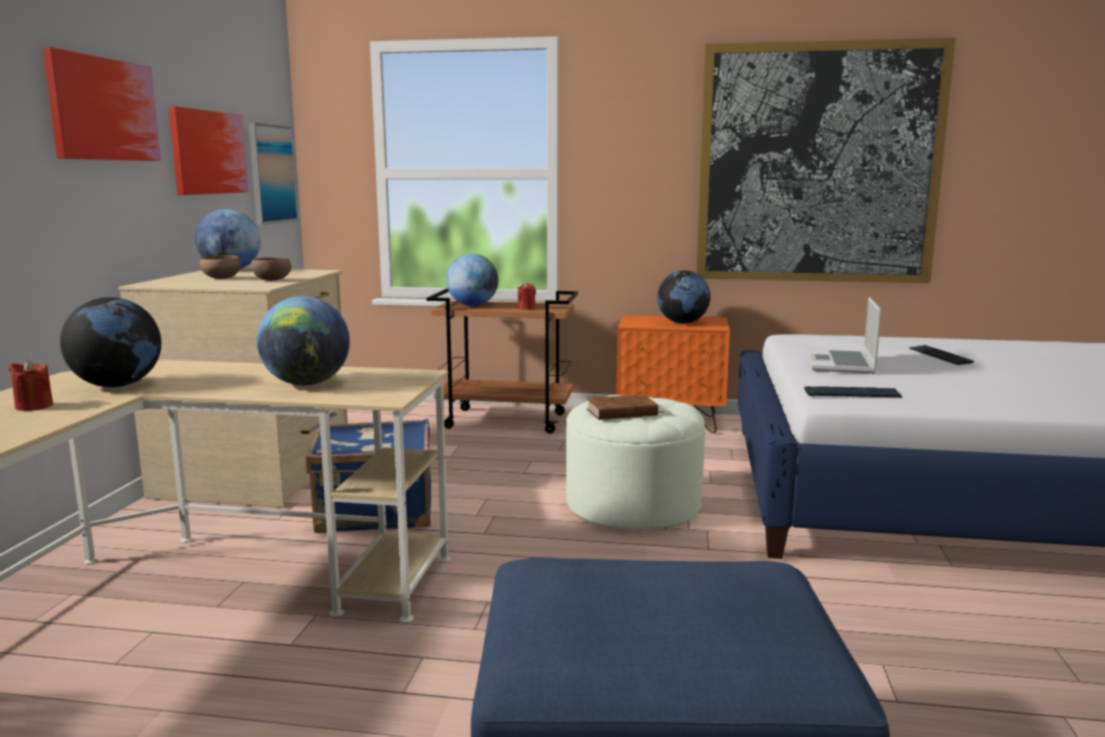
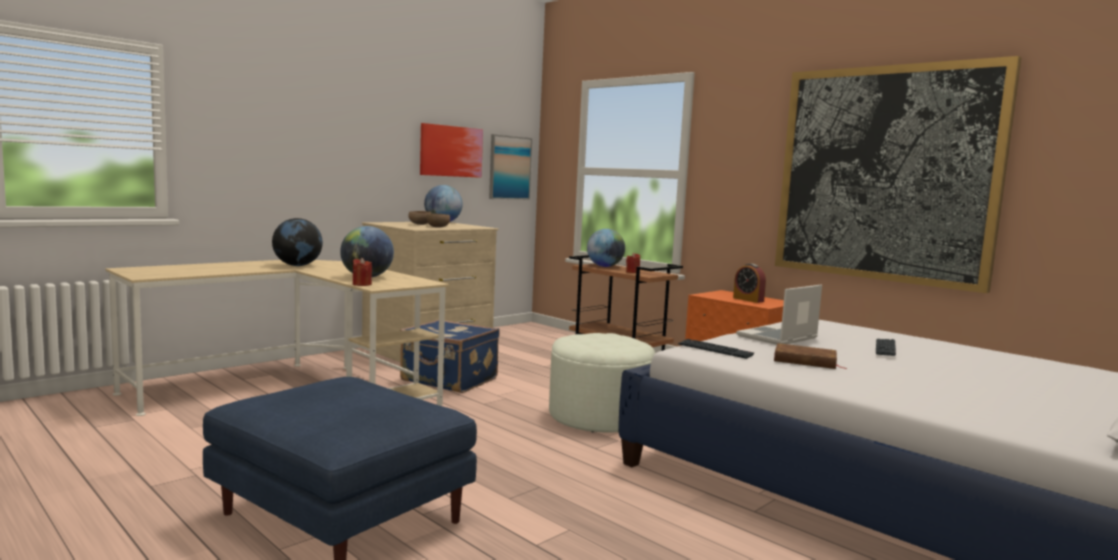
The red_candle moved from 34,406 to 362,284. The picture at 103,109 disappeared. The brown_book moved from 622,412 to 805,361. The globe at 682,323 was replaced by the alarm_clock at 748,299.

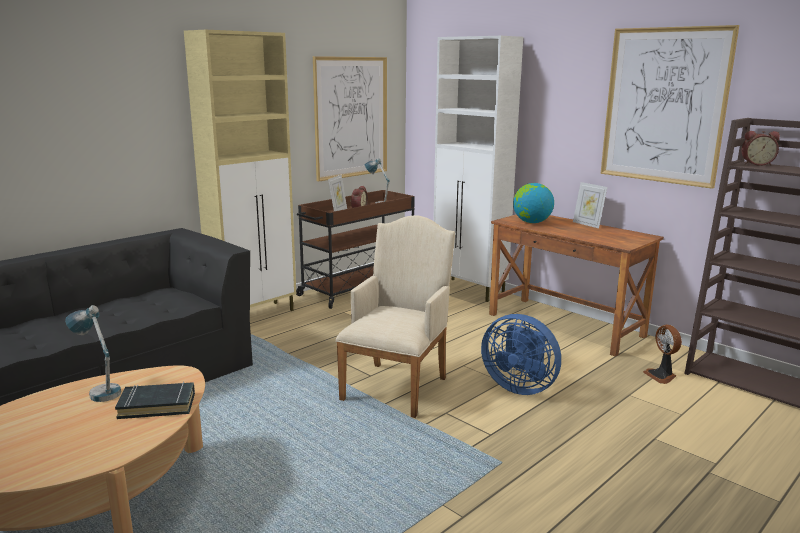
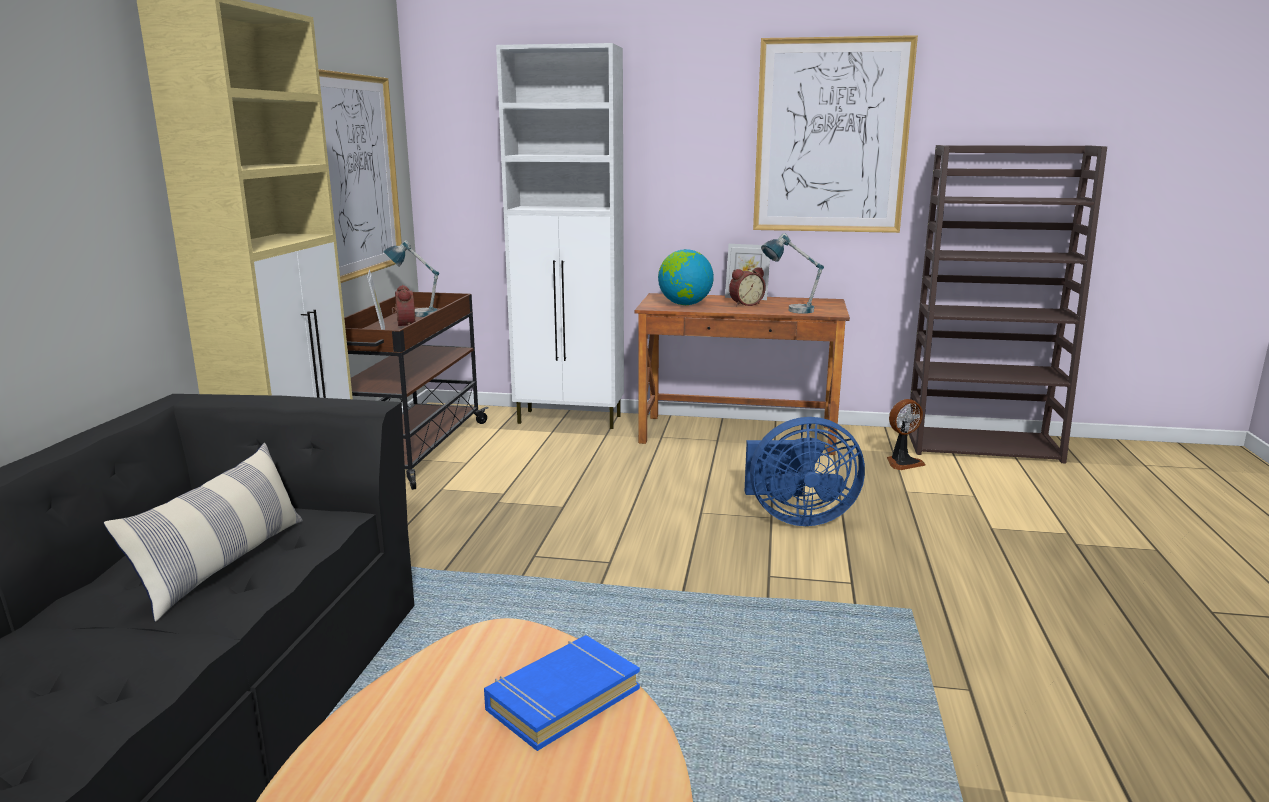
The table_lamp moved from 99,390 to 789,310. The black_book at 157,405 became the blue_book at 562,698. The beige_armchair at 398,385 disappeared. The fan at 661,376 turned 60 degrees counterclockwise. The alarm_clock moved from 756,164 to 745,304. The pillow at 224,564 appeared.

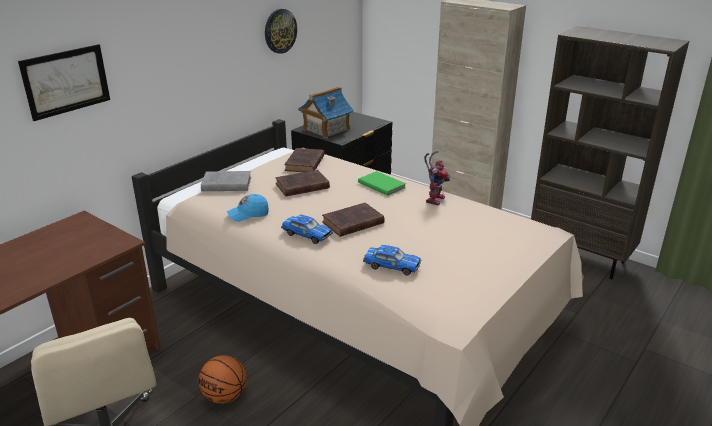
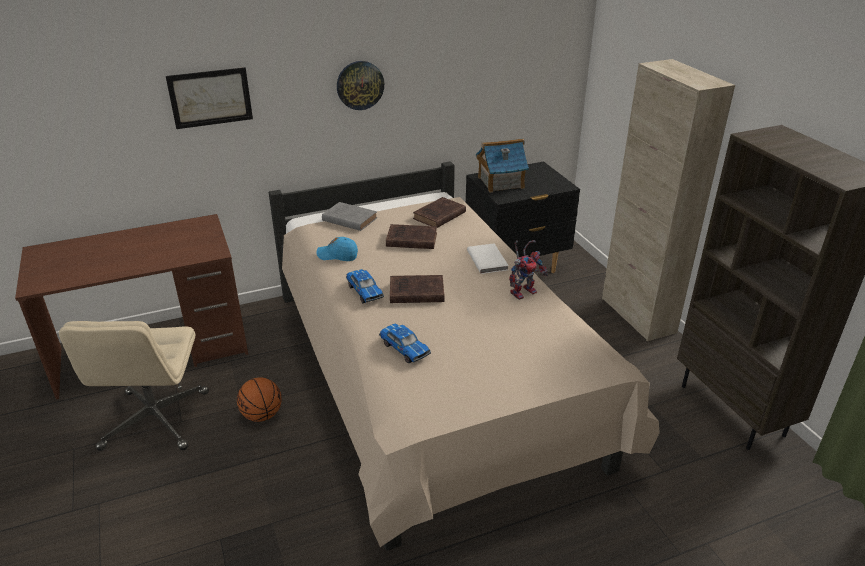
The wall_clock moved from 280,31 to 360,85. The green_book at 382,184 became the white_book at 488,260.

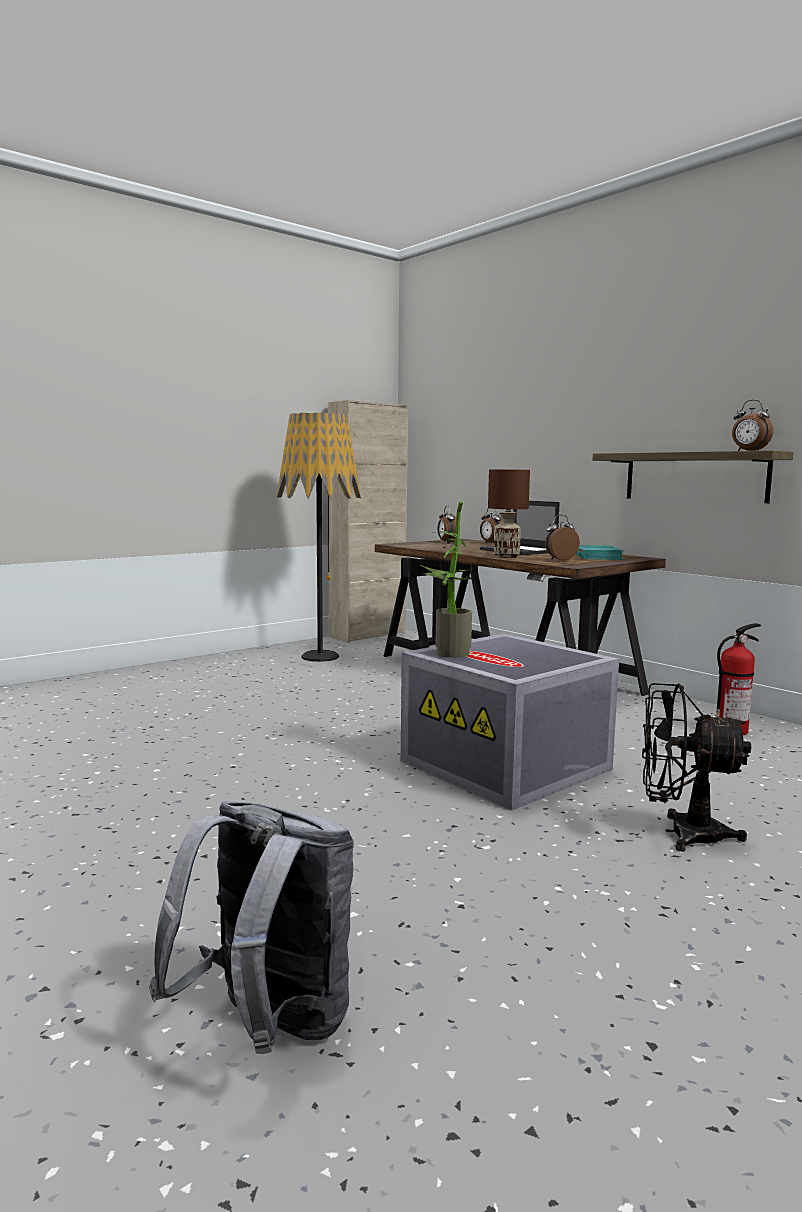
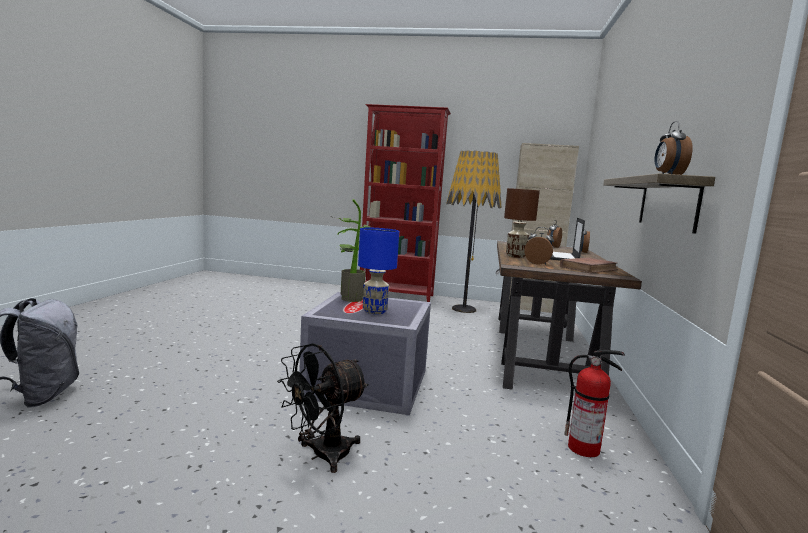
The turquoise_book at 596,556 became the brown_book at 588,268. The black_fan at 681,833 turned 105 degrees counterclockwise. The blue_table_lamp at 374,311 appeared. The red_bookcase at 397,295 appeared.

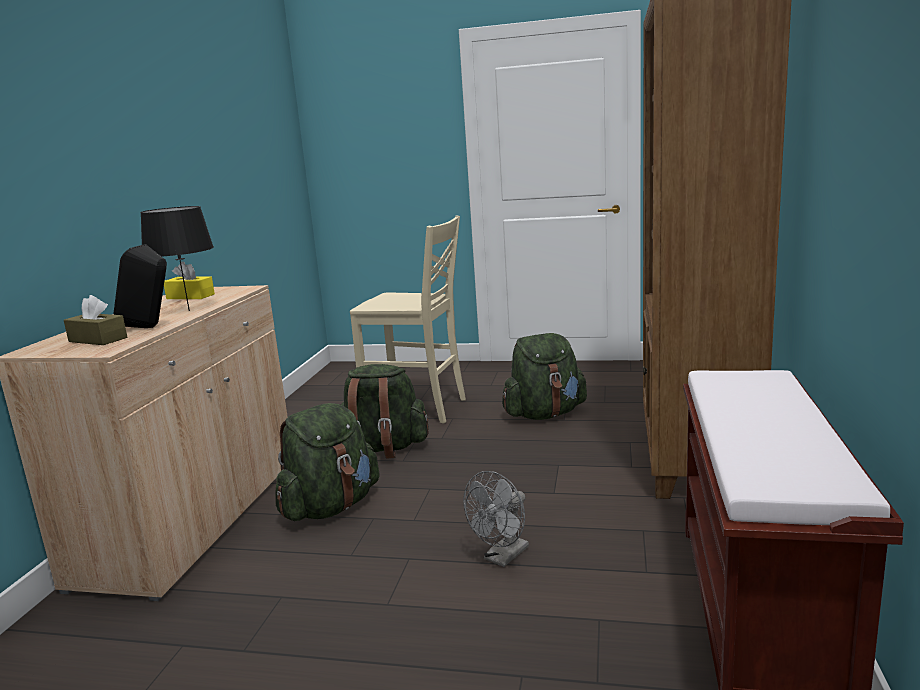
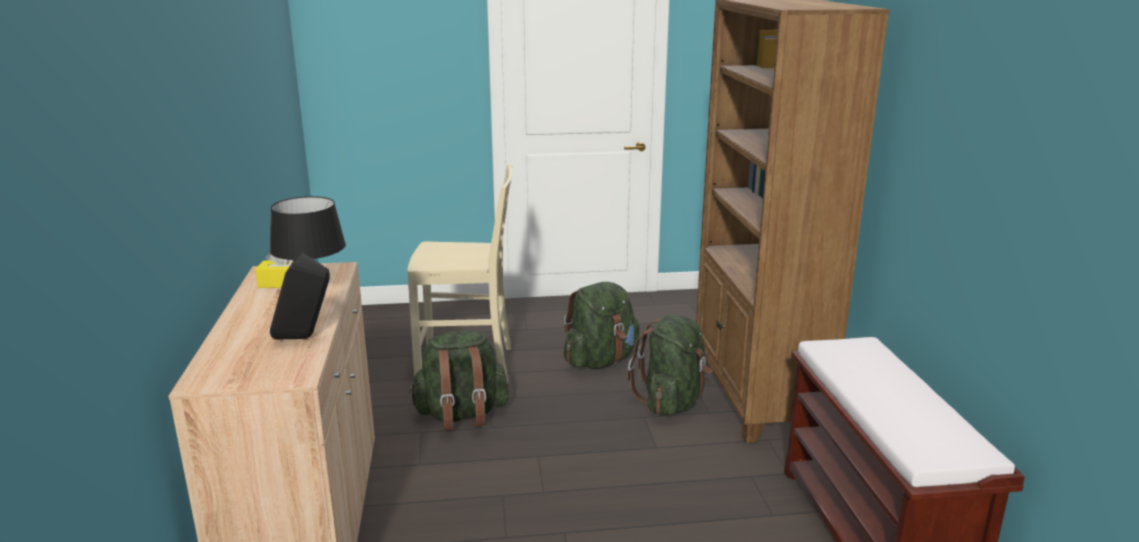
The brown_tissue_box at 98,339 disappeared. The green_backpack moved from 331,507 to 672,402. The grey_fan at 502,557 disappeared.

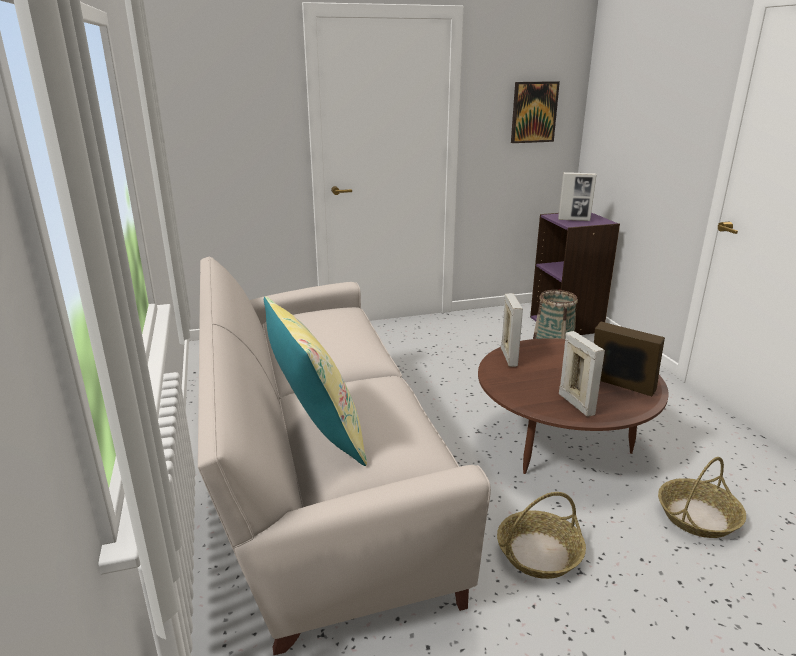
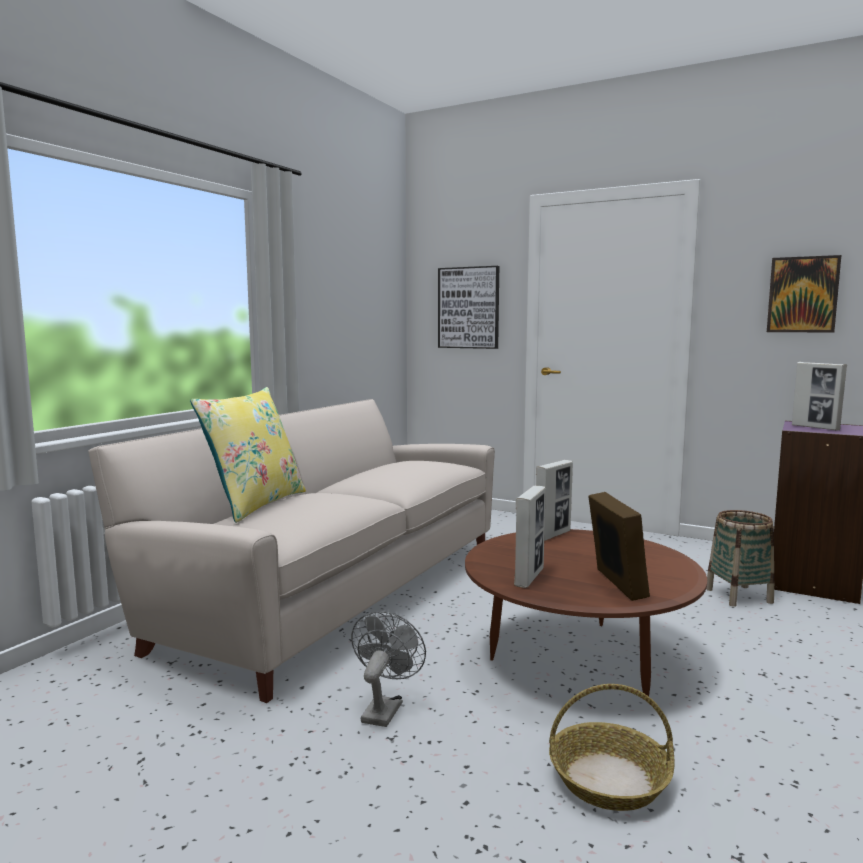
The basket at 538,554 was replaced by the grey_fan at 384,708. The picture at 469,308 appeared.

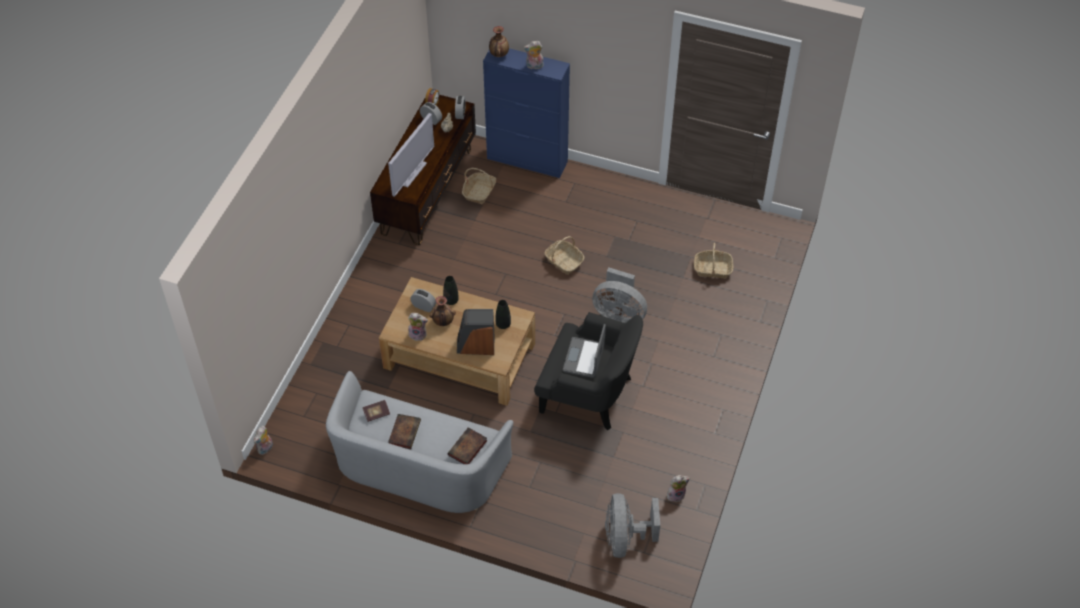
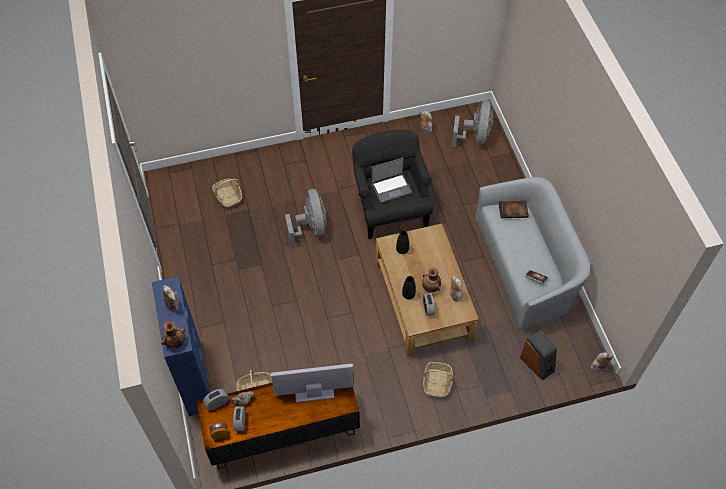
The book at 404,432 disappeared. The speaker moved from 476,345 to 537,363. The basket moved from 563,261 to 437,382. The grey_fan at 625,538 turned 45 degrees counterclockwise.

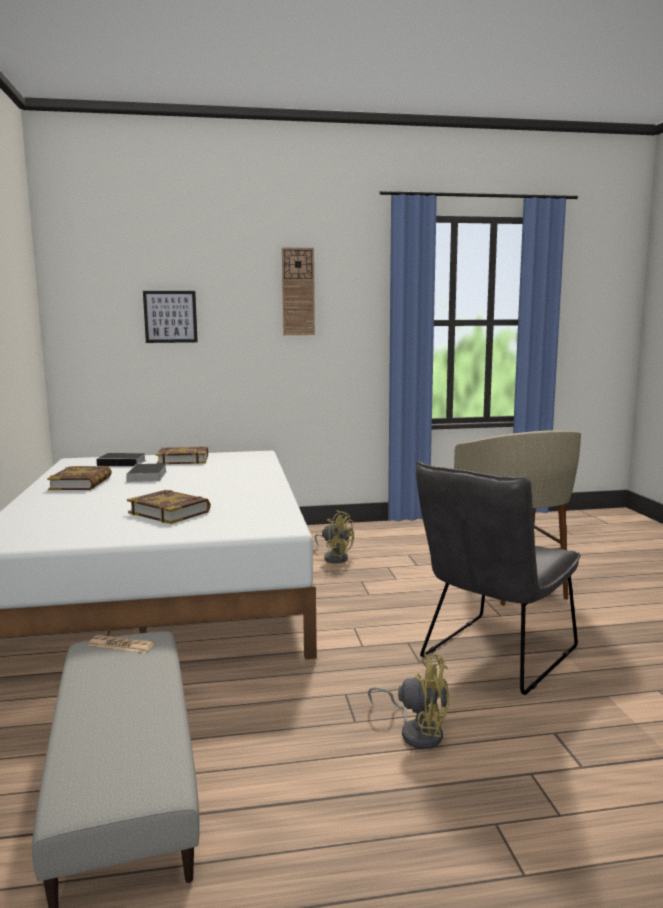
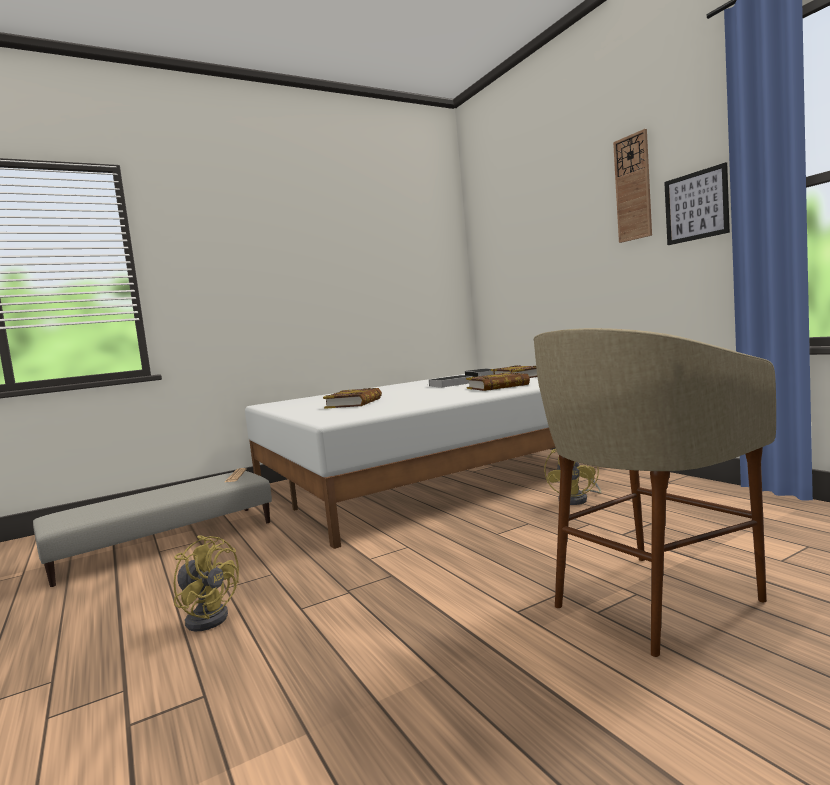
The book moved from 81,483 to 498,386. The picture moved from 170,316 to 696,206. The yellow_fan at 417,731 turned 60 degrees counterclockwise. The grey_chair at 493,656 disappeared.

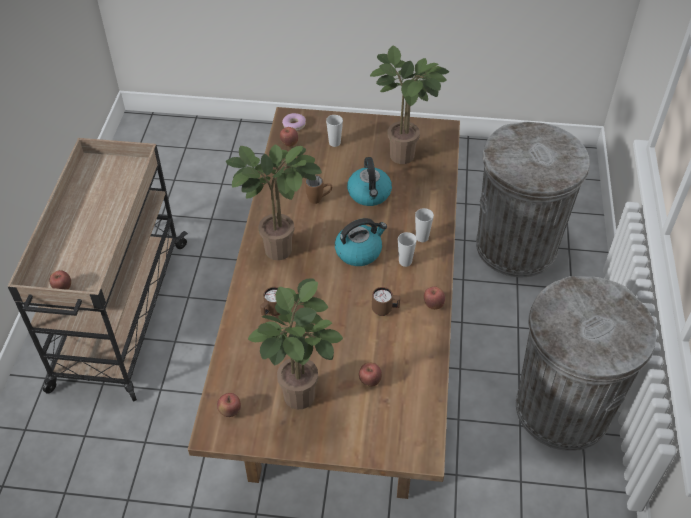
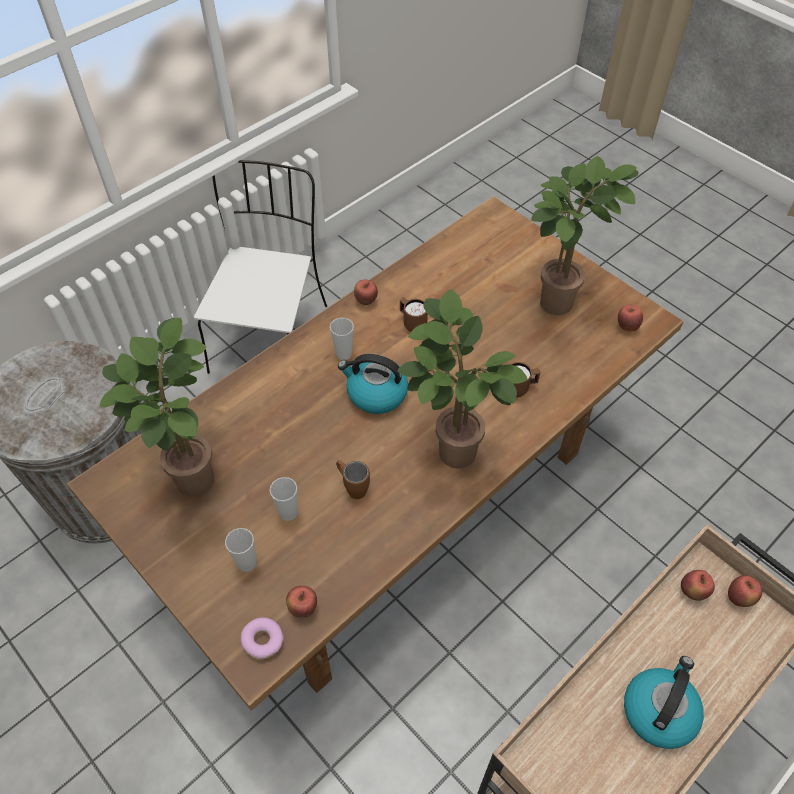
The kettle moved from 369,194 to 659,710. The apple moved from 370,381 to 692,591. The cup moved from 422,237 to 288,512. The grey_trash_can at 562,409 was replaced by the white_chair at 270,336.

